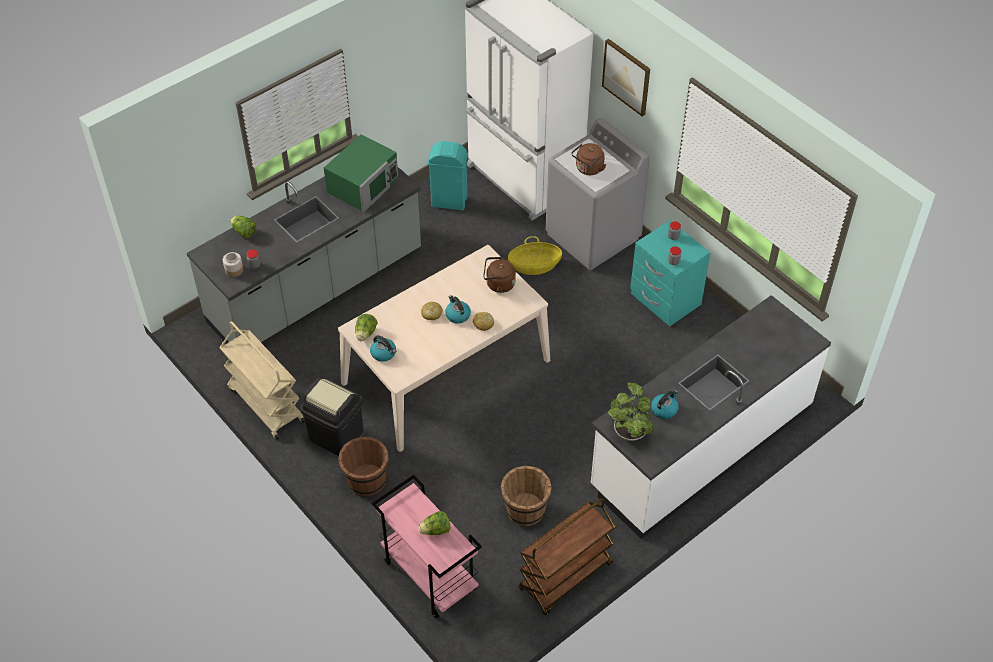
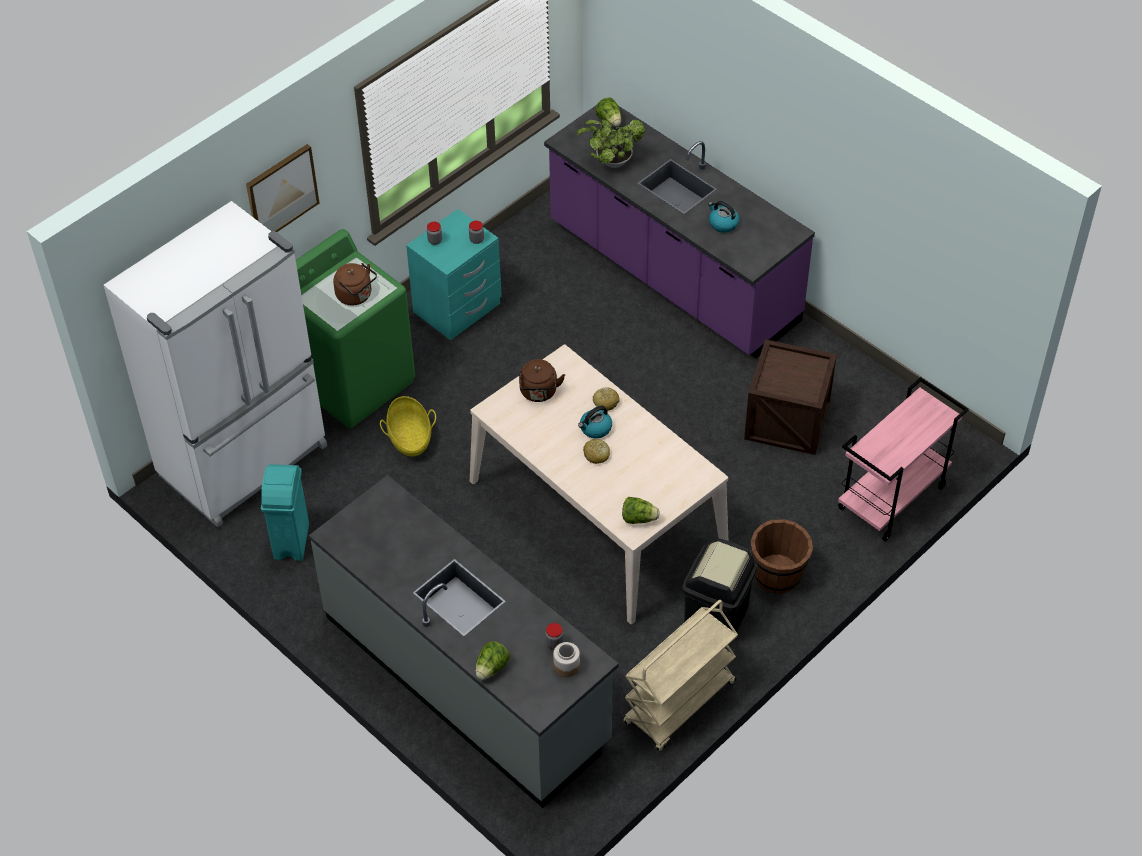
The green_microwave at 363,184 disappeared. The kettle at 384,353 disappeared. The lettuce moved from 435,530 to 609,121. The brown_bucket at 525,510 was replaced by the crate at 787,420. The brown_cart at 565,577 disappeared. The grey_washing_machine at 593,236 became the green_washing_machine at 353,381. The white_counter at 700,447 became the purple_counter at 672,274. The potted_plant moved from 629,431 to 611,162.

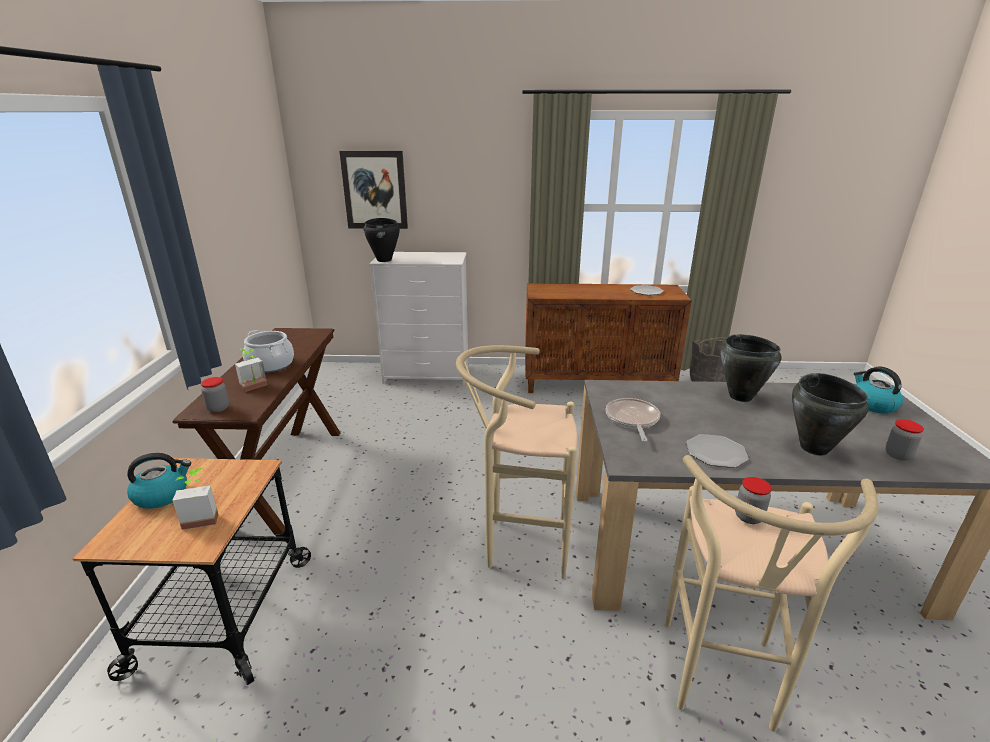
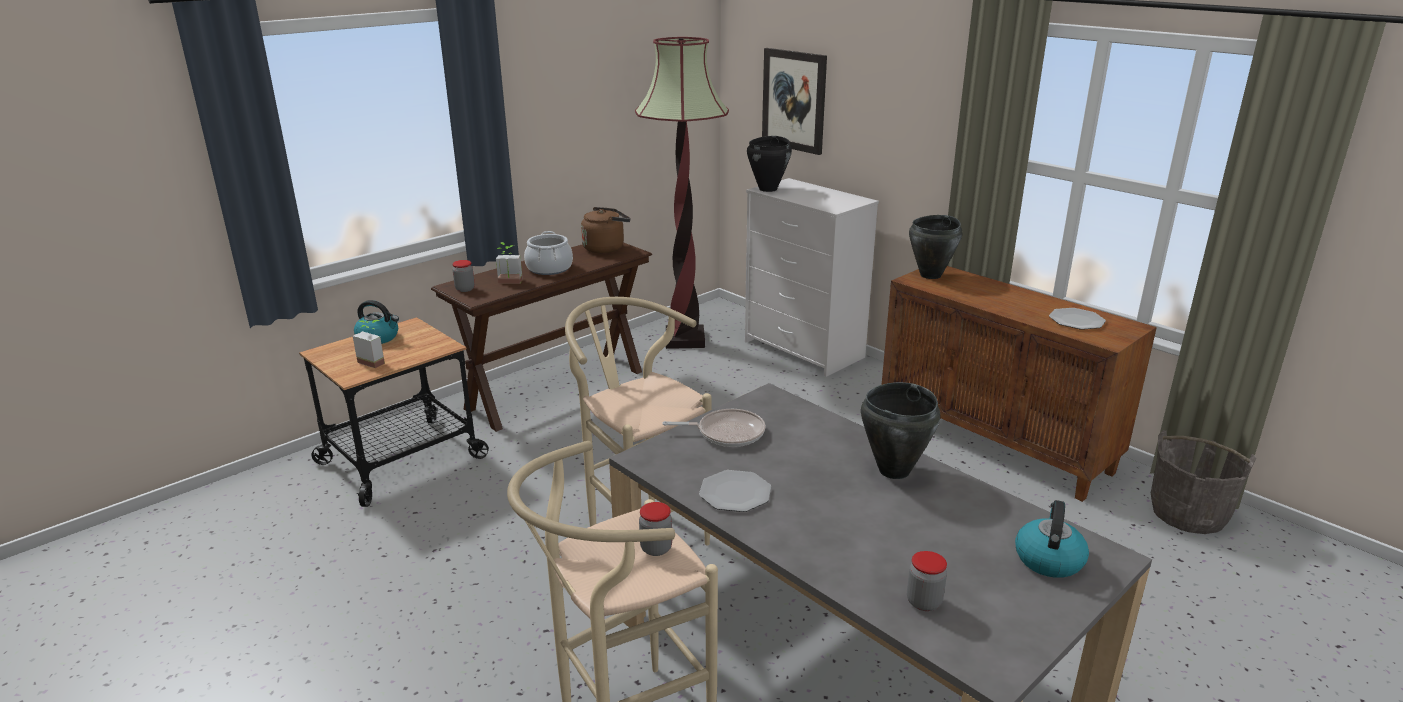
The frying_pan at 632,420 turned 45 degrees clockwise. The black_cooking_pot moved from 814,448 to 931,275. The brown_kettle at 606,248 appeared. The floor_lamp at 685,340 appeared.

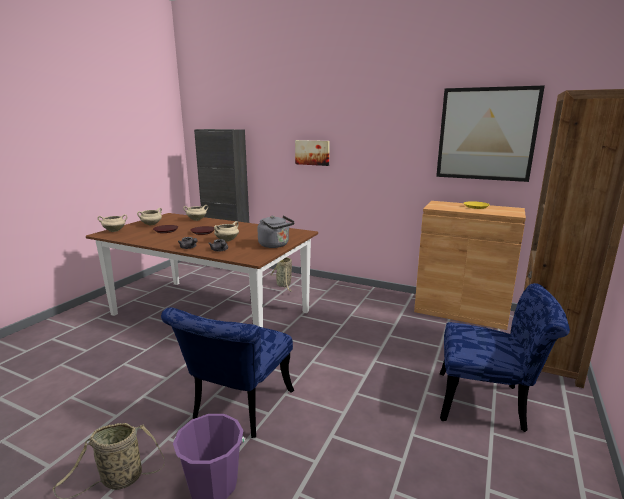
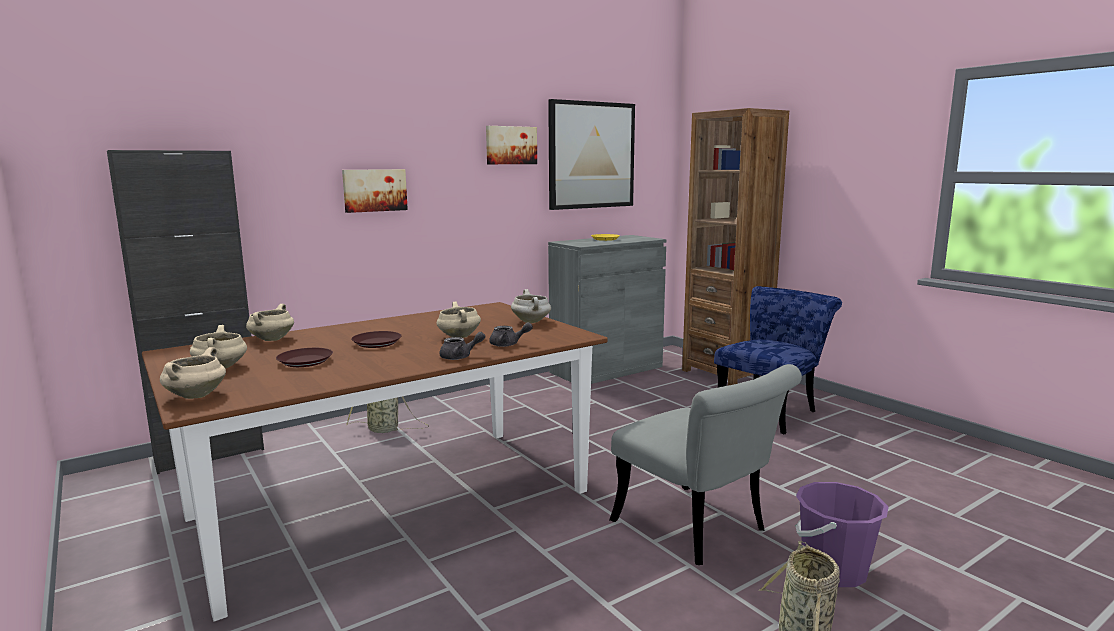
The blue_chair at 237,409 became the grey_chair at 699,530. The grey_kettle at 275,245 was replaced by the white_cooking_pot at 532,322. The brown_cabinet at 461,311 became the grey_cabinet at 606,369. The picture at 510,145 appeared.

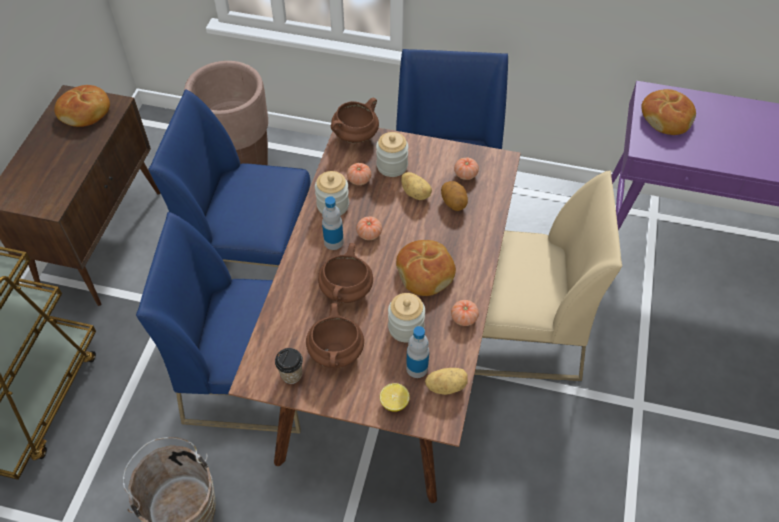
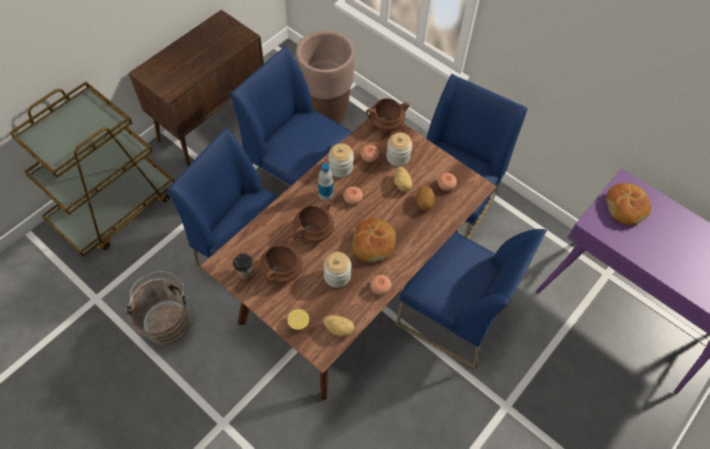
The bread at 85,112 disappeared. The bottle at 417,368 disappeared. The beige_chair at 521,333 became the blue_chair at 451,314.

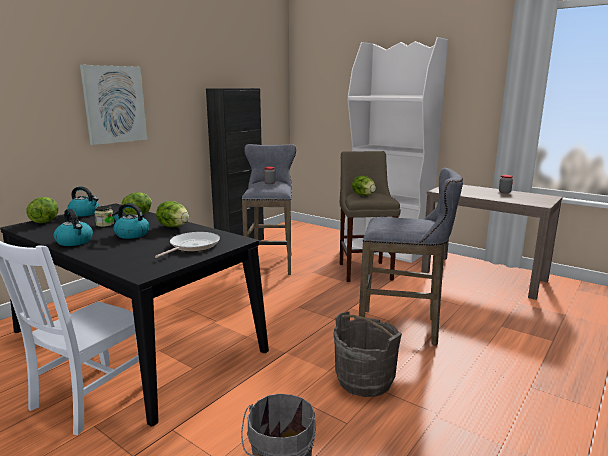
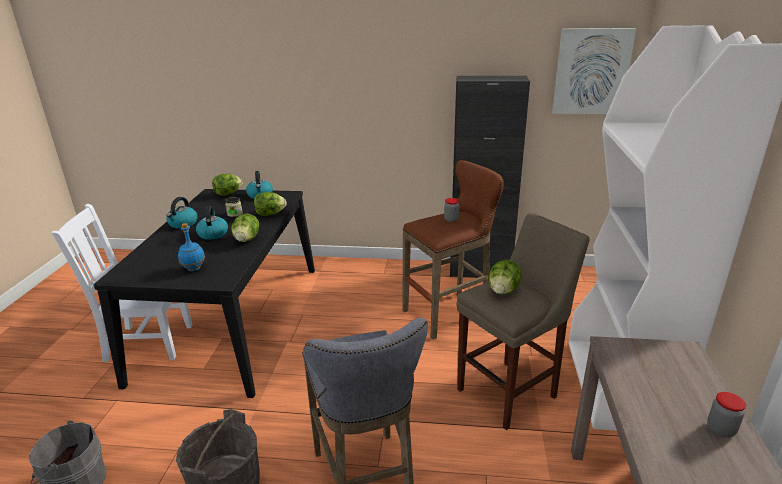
The picture moved from 114,104 to 591,71. The frying_pan at 192,246 was replaced by the blue_bottle at 194,268. The grey_stool at 270,263 became the brown_stool at 450,313.

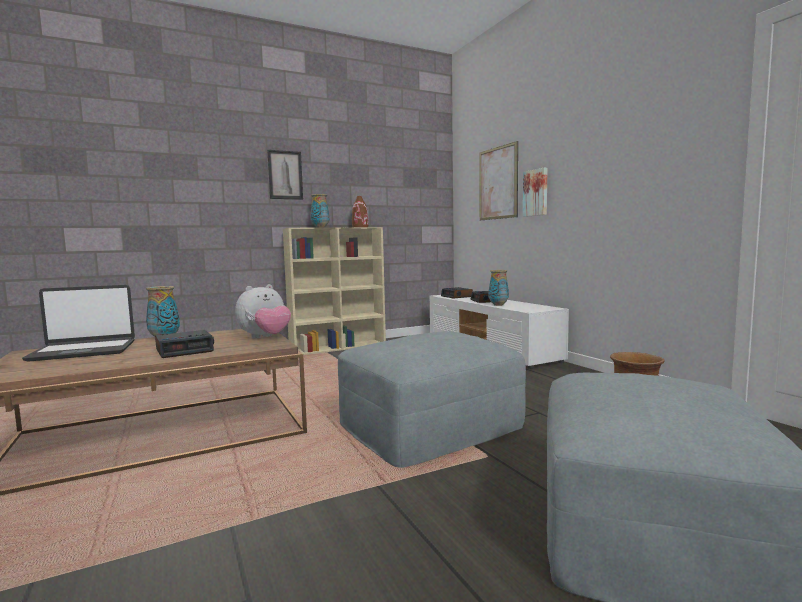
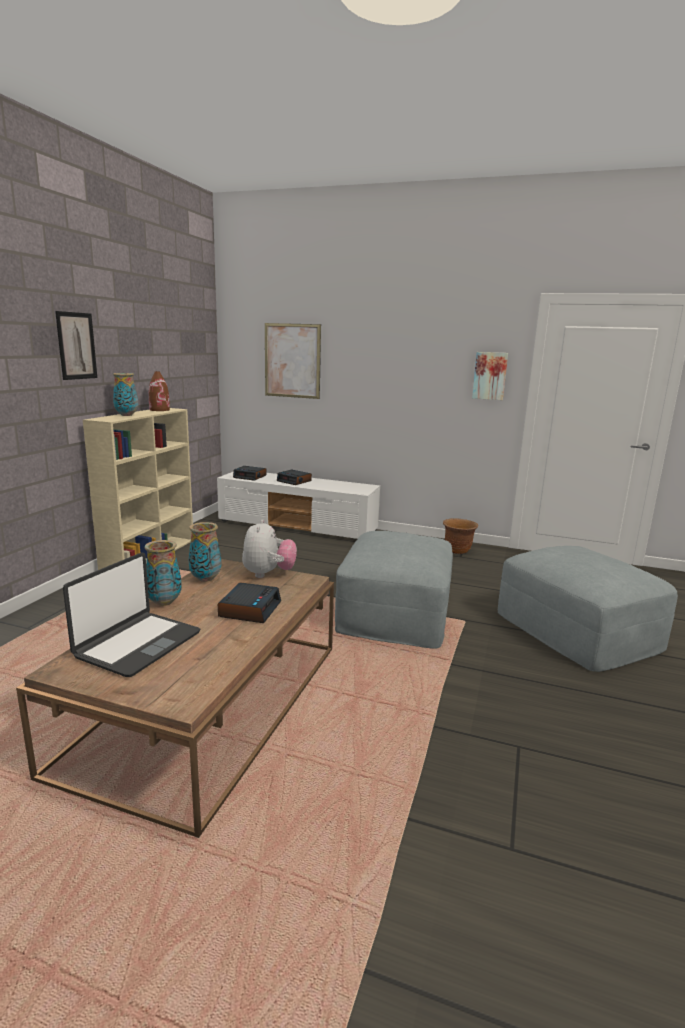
The vase moved from 498,305 to 206,579. The picture moved from 536,193 to 490,375.

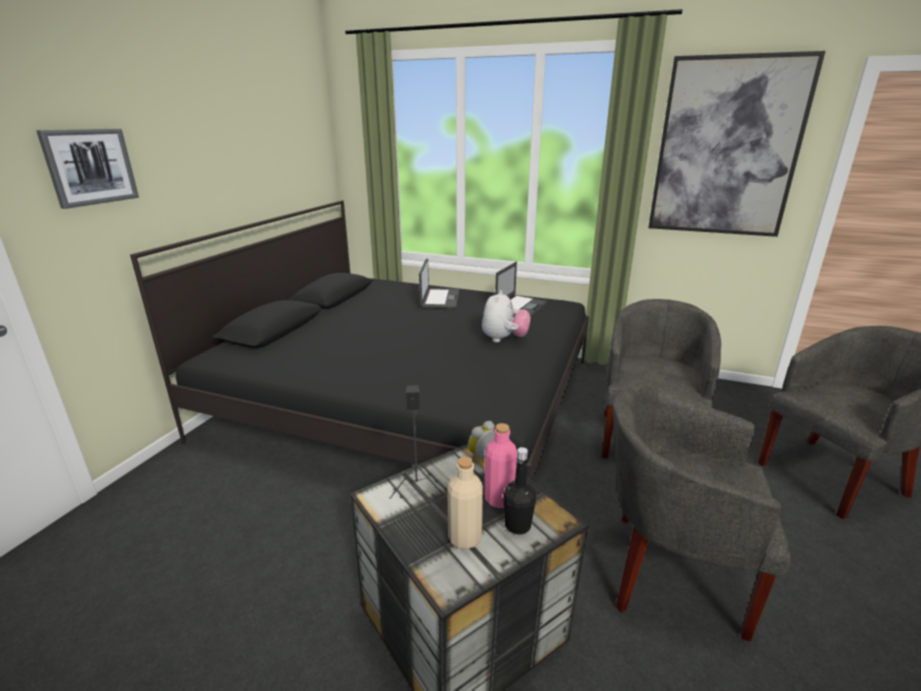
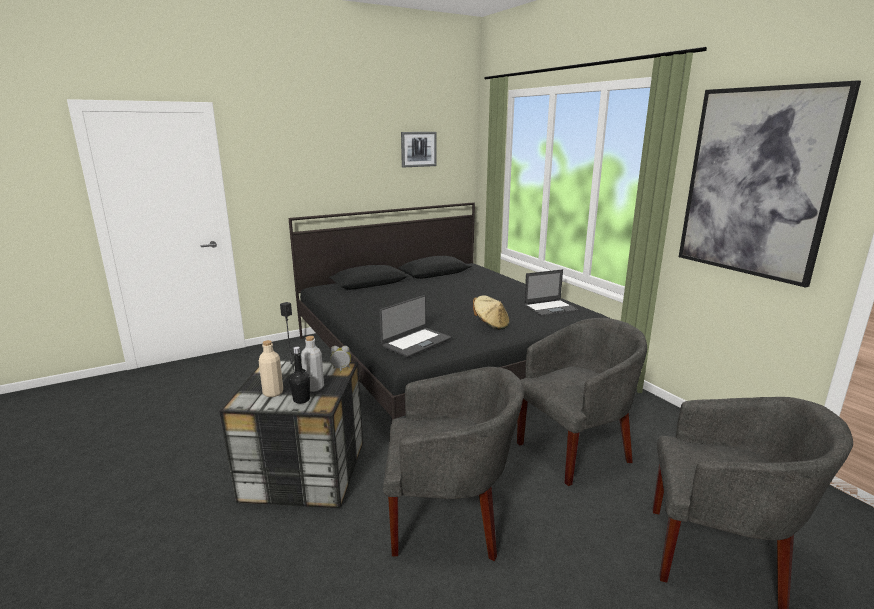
The picture moved from 90,167 to 418,149. The laptop moved from 439,299 to 415,342. The plush_toy at 504,339 was replaced by the beige_hat at 491,324. The pink_bottle at 499,499 became the grey_bottle at 314,387. The grey_armchair at 670,572 turned 120 degrees clockwise.

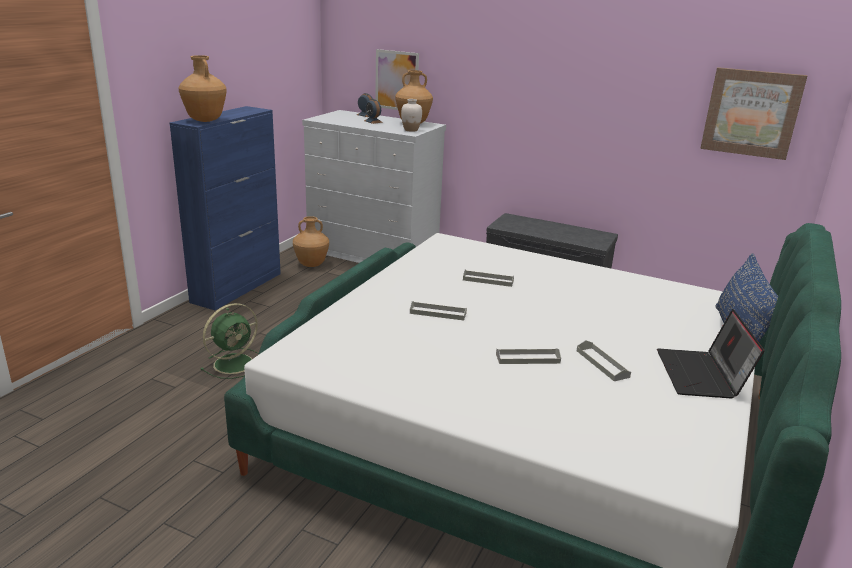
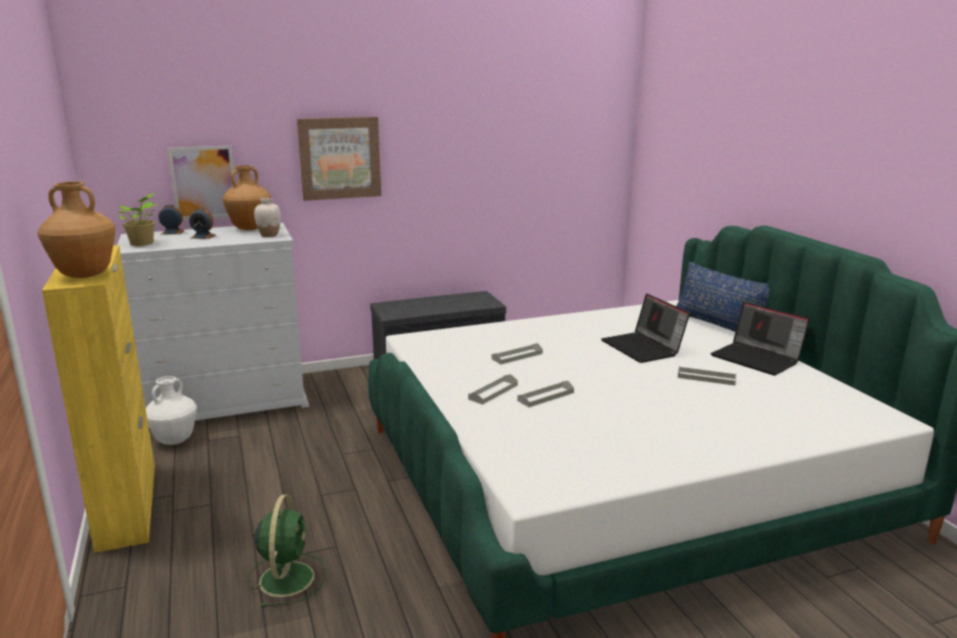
The blue_cabinet at 237,287 became the yellow_cabinet at 127,505. The brown_vase at 312,265 became the white_vase at 175,440. The grey_tray moved from 527,358 to 493,392. The picture moved from 751,113 to 339,158. The potted_plant at 143,244 appeared. The laptop at 643,348 appeared.

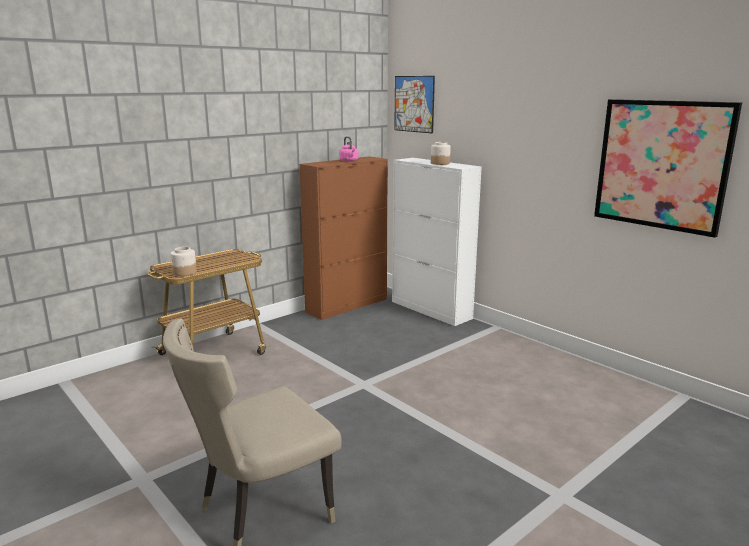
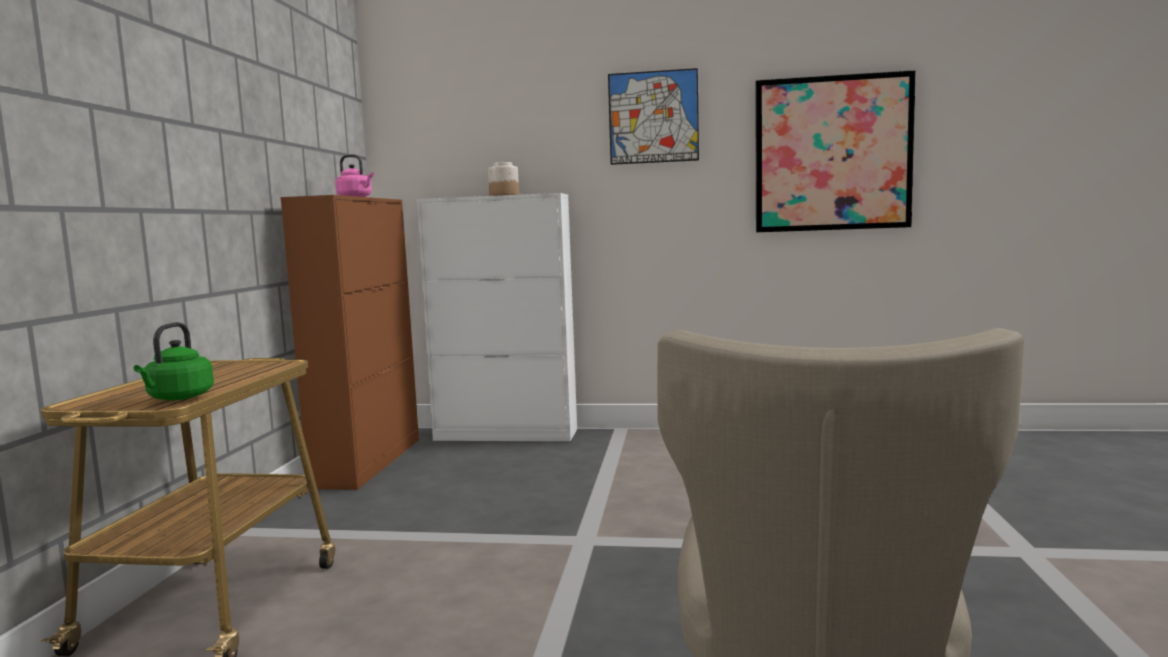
The jar at 184,272 was replaced by the green_kettle at 178,398. The picture moved from 414,104 to 653,117.

